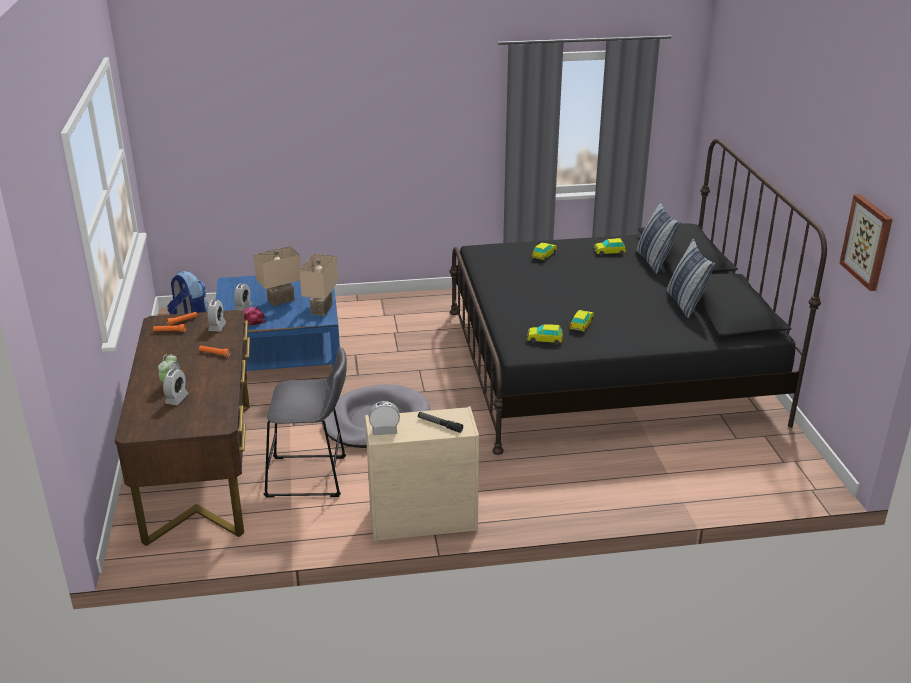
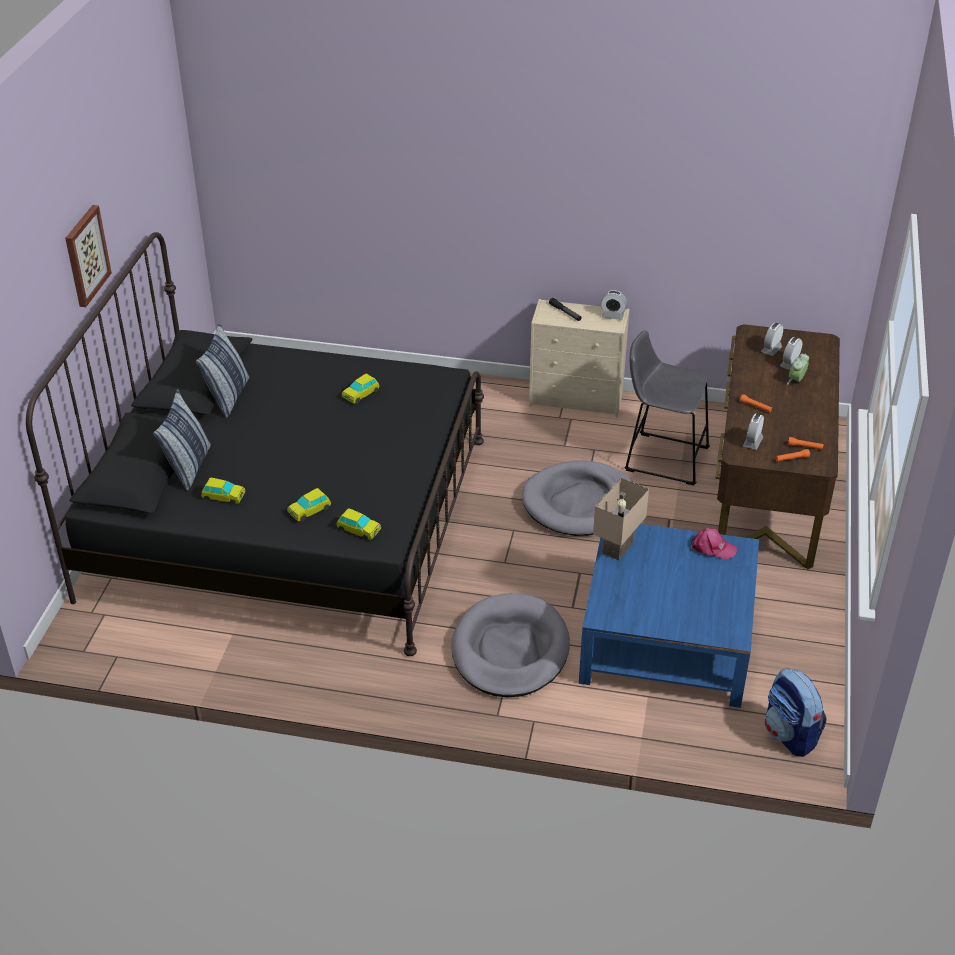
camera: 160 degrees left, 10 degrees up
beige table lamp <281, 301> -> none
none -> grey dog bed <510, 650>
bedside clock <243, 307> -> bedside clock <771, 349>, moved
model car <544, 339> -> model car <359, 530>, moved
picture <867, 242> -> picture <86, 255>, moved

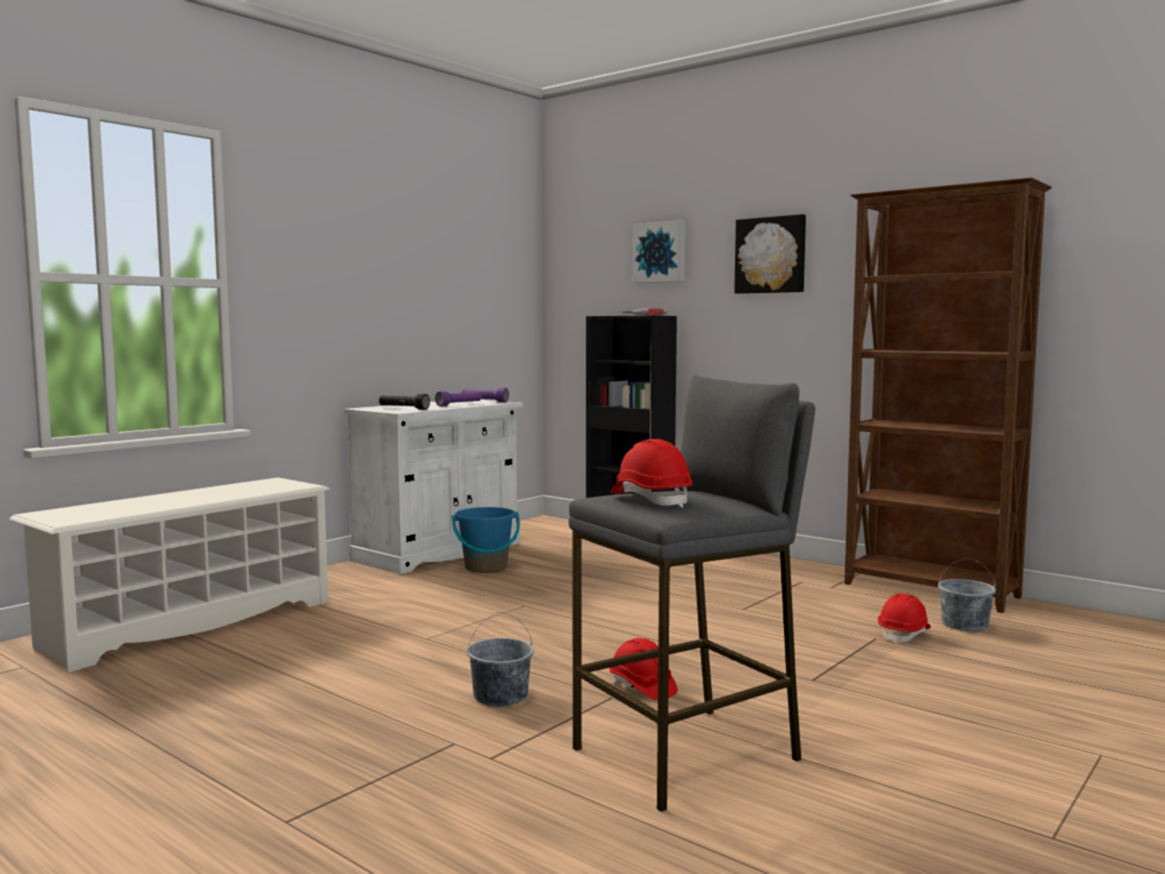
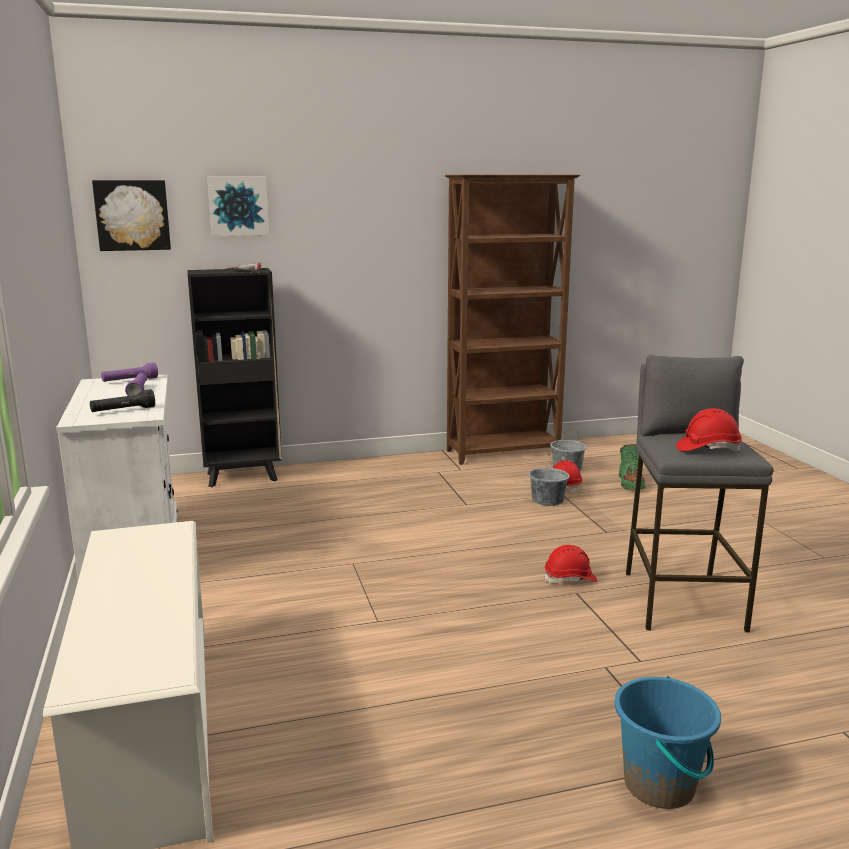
camera: 55 degrees left, 10 degrees up
none -> greenish high-top boot <630, 483>
blue pail <486, 568> -> blue pail <660, 785>, moved
grey pail <500, 696> -> grey pail <547, 500>, moved
picture <771, 255> -> picture <132, 215>, moved

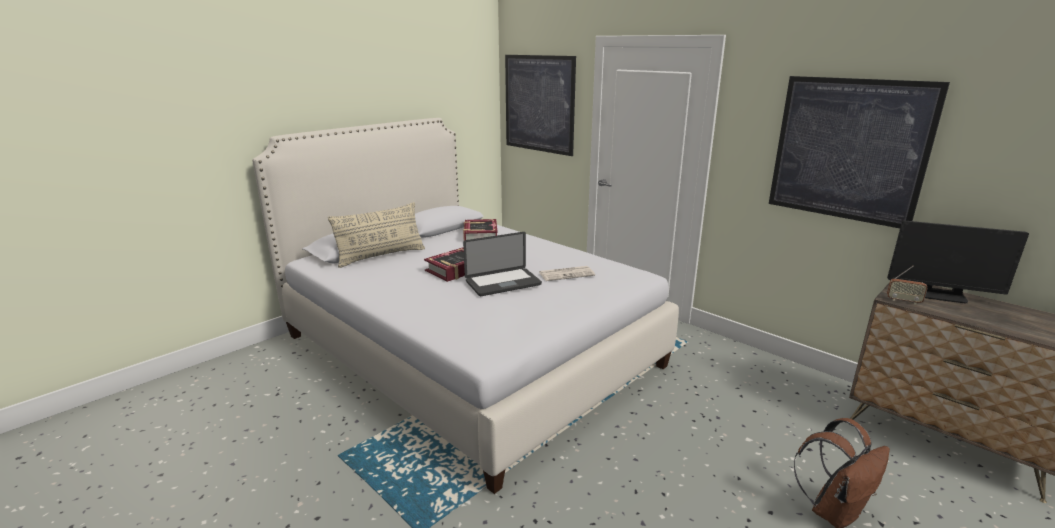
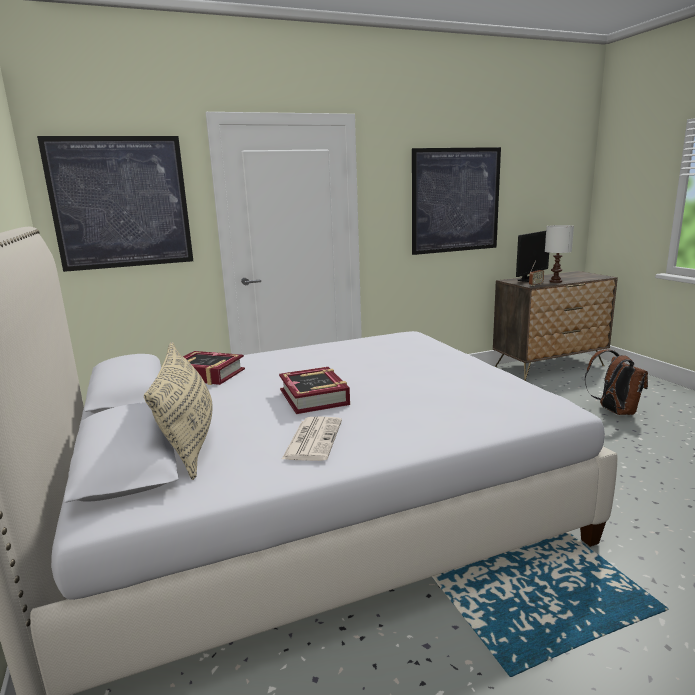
camera: 65 degrees left, 5 degrees down
portable computer <503, 283> -> none
none -> whitish table lamp <556, 281>
daily paper <567, 274> -> daily paper <313, 439>, moved

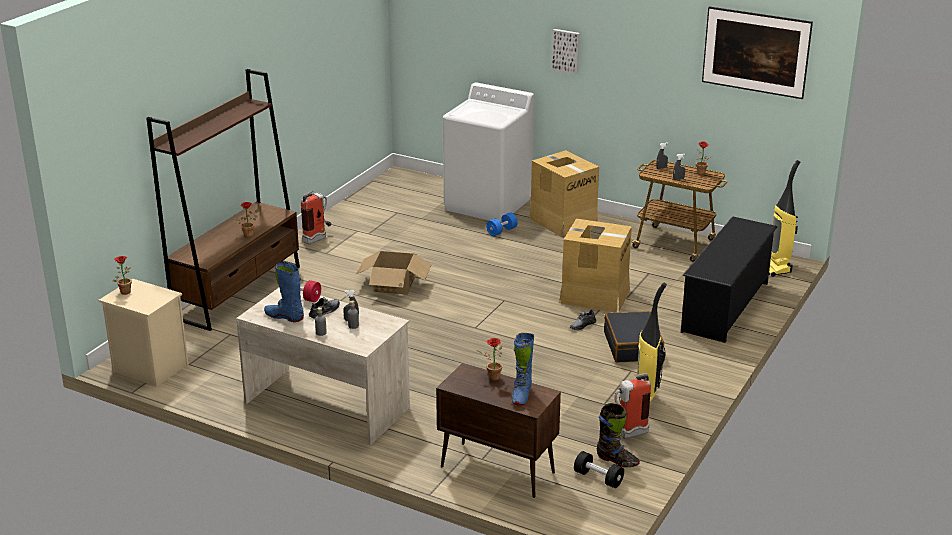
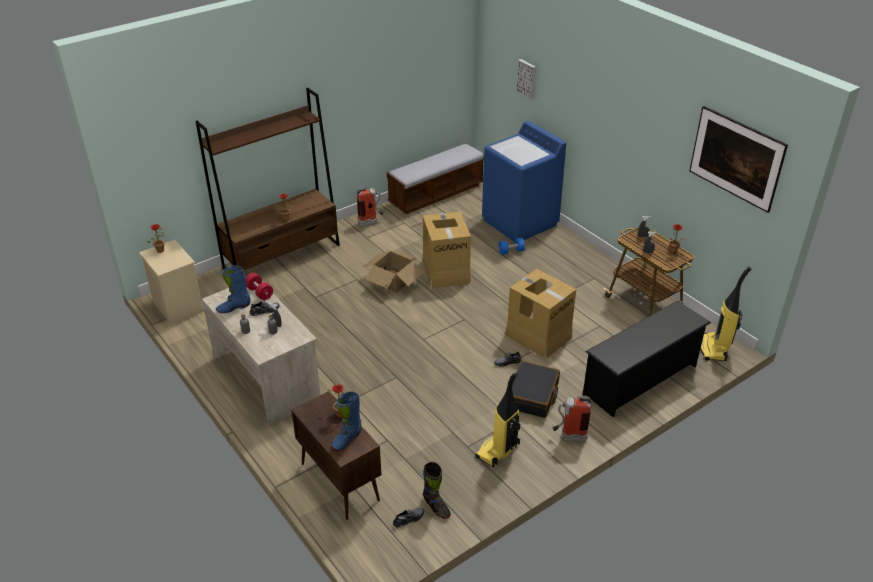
camera: 25 degrees right, 10 degrees up
none -> indoor bench <436, 194>
cardboard box <563, 221> -> cardboard box <446, 271>, moved
picture <566, 50> -> picture <527, 78>, moved
fire-fighting cylinder <627, 435> -> fire-fighting cylinder <569, 437>, moved
blackish free weight <598, 478> -> grey item of footwear <409, 519>
whitish laundry machine <488, 204> -> blue laundry machine <520, 222>
blue high-top boot <284, 316> -> blue high-top boot <233, 307>, 75 degrees counterclockwise

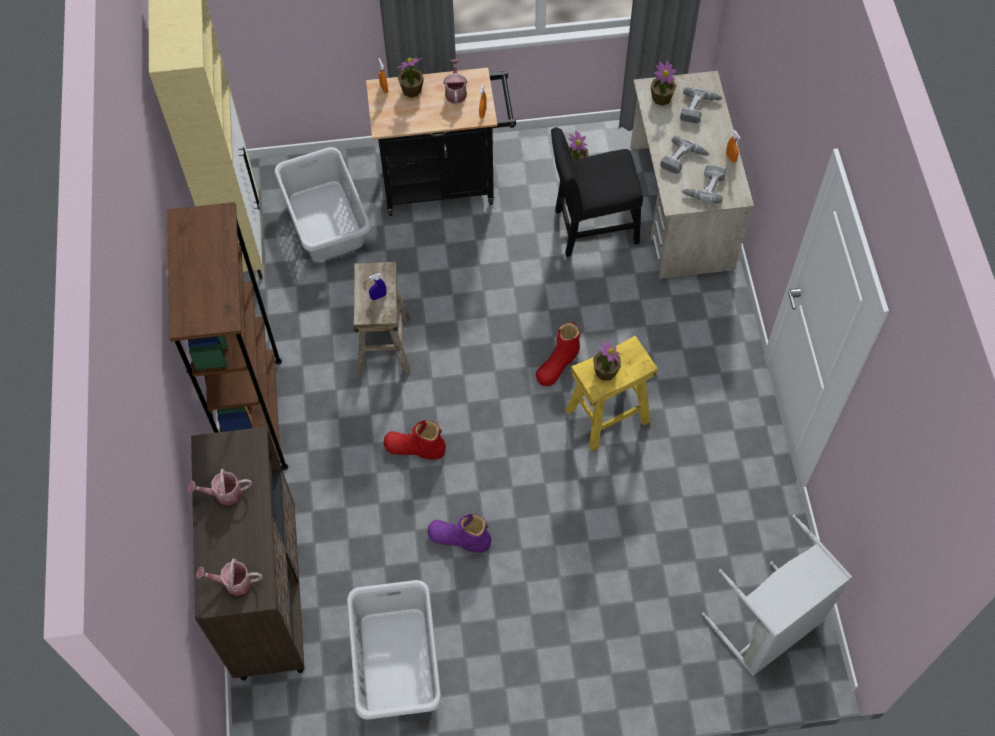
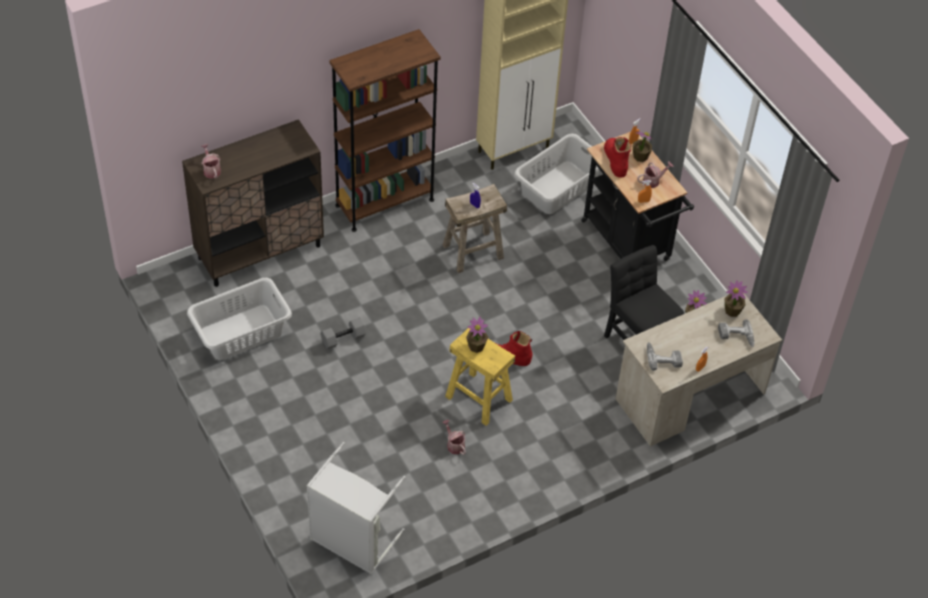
camera: 65 degrees right, 10 degrees down
power drill <683, 160> -> none
watering pot <224, 494> -> watering pot <454, 444>, moved
reddish high-top boot <414, 448> -> reddish high-top boot <615, 160>, moved
purple-coloured high-top boot <459, 538> -> grey free weight <343, 339>

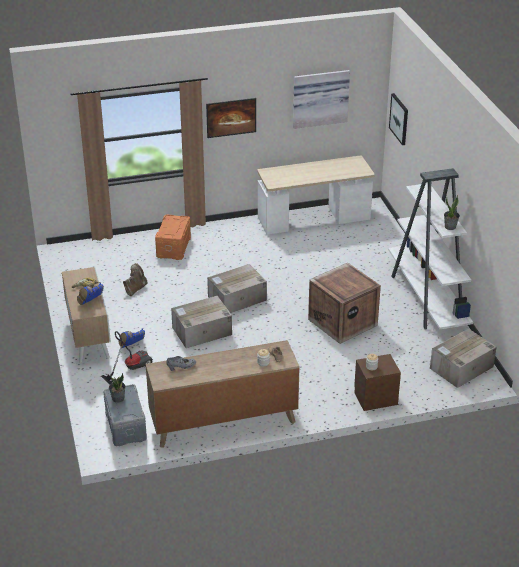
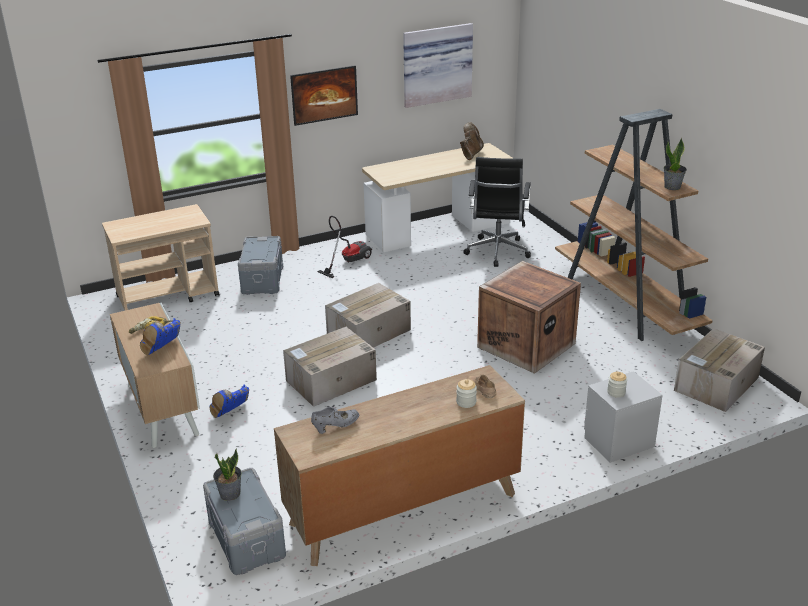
camera: 10 degrees left, 5 degrees down
picture <399, 119> -> none
none -> beige cart <168, 296>
none -> blackish office chair <497, 253>
vacuum cleaner <130, 367> -> vacuum cleaner <347, 261>, moved
brown-coloured high-top boot <135, 289> -> brown-coloured high-top boot <470, 154>, moved
orange storage bin <174, 247> -> grey storage bin <263, 279>
brown-coloured night table <375, 398> -> grey night table <618, 442>
whitish bookcase <427, 300> -> brown-coloured bookcase <626, 305>

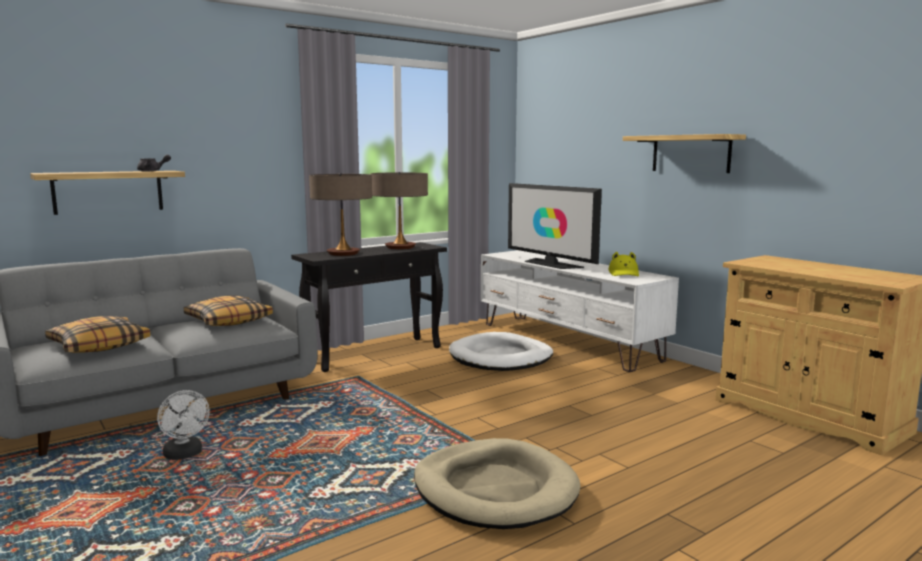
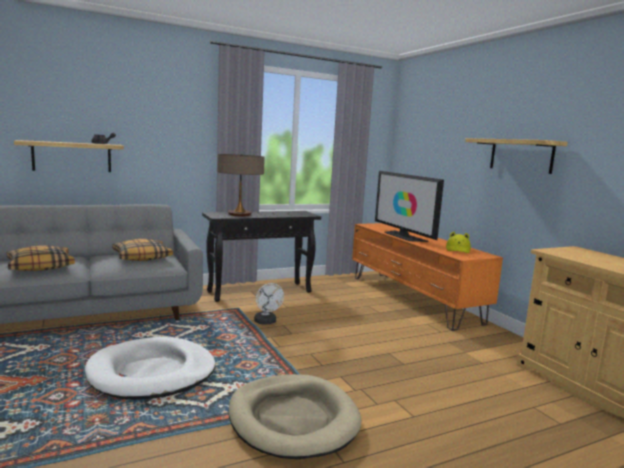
camera: 10 degrees right, 0 degrees up
table lamp <400, 247> -> none
whitish electric fan <185, 455> -> whitish electric fan <266, 322>, moved
whitish dog bed <501, 357> -> whitish dog bed <152, 373>, moved
whitish tv unit <567, 341> -> orange tv unit <412, 298>

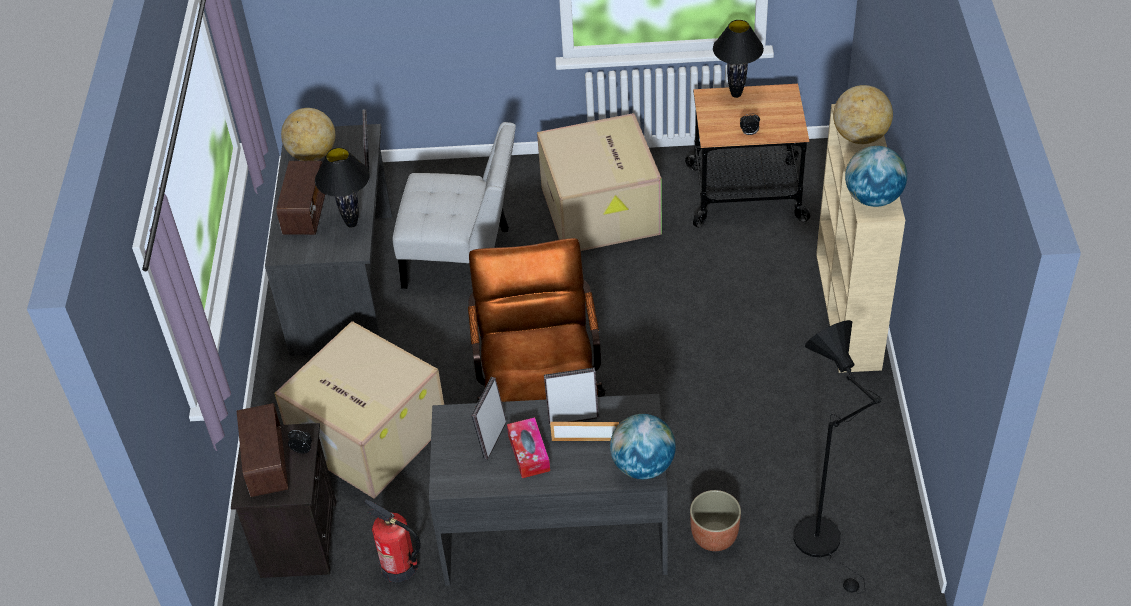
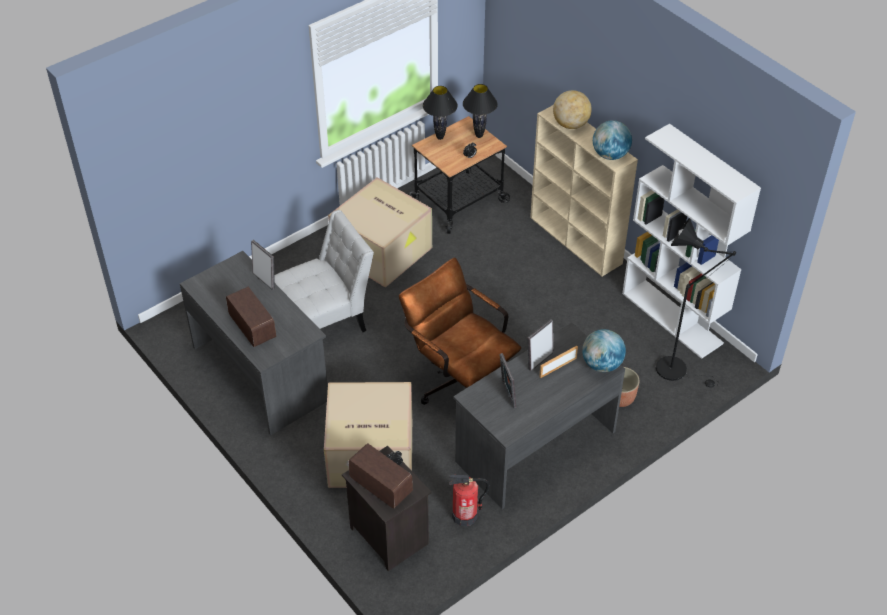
camera: 40 degrees left, 0 degrees up
desk globe <313, 154> -> none
tissue box <529, 453> -> none
none -> whitish bookcase <672, 318>
blackish table lamp <352, 223> -> blackish table lamp <479, 135>, moved

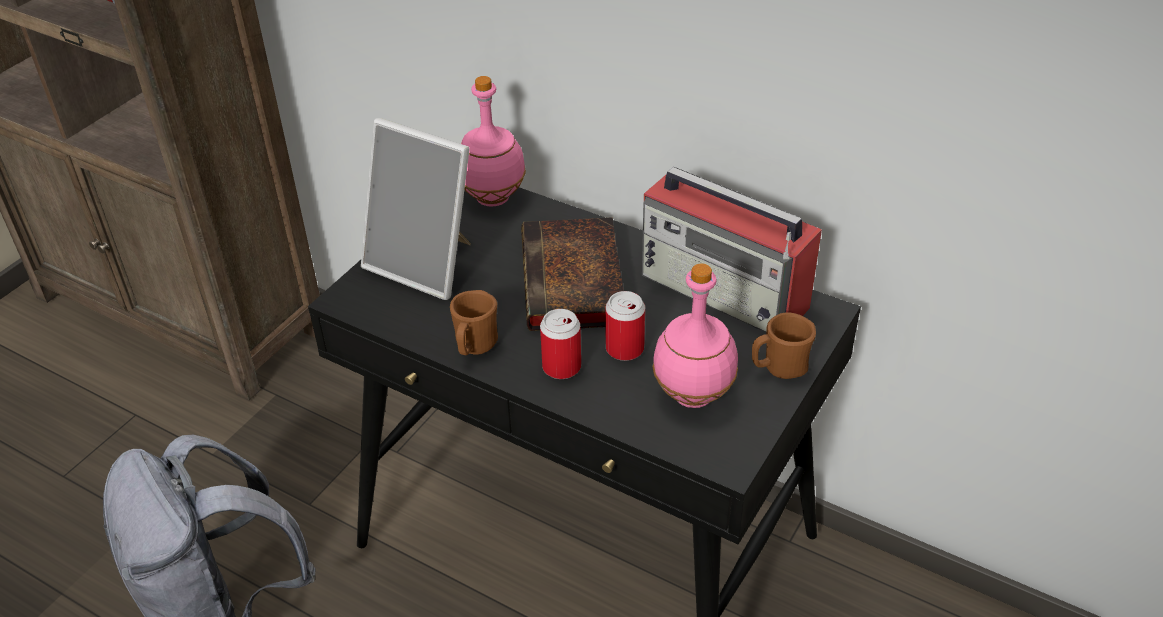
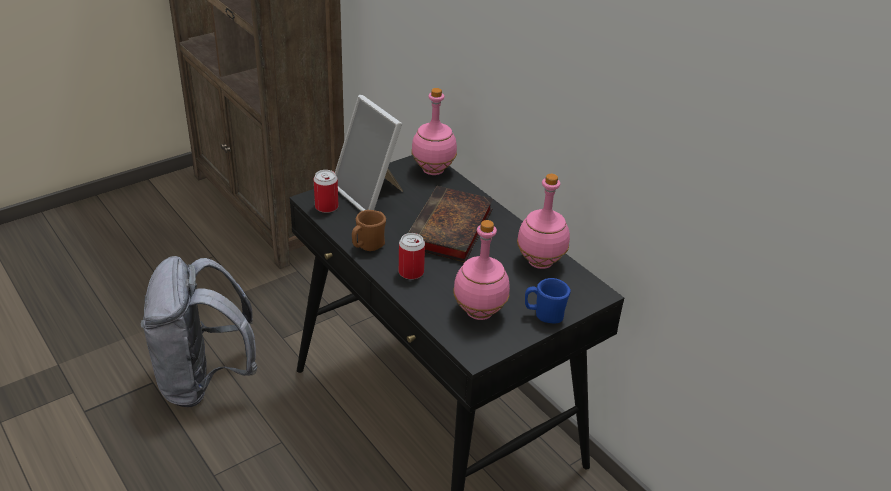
camera: 20 degrees right, 5 degrees down
can <624, 349> -> can <326, 207>, moved
radio <725, 291> -> pink bottle <541, 262>
brown-coloured tea mug <779, 368> -> blue tea mug <544, 315>

